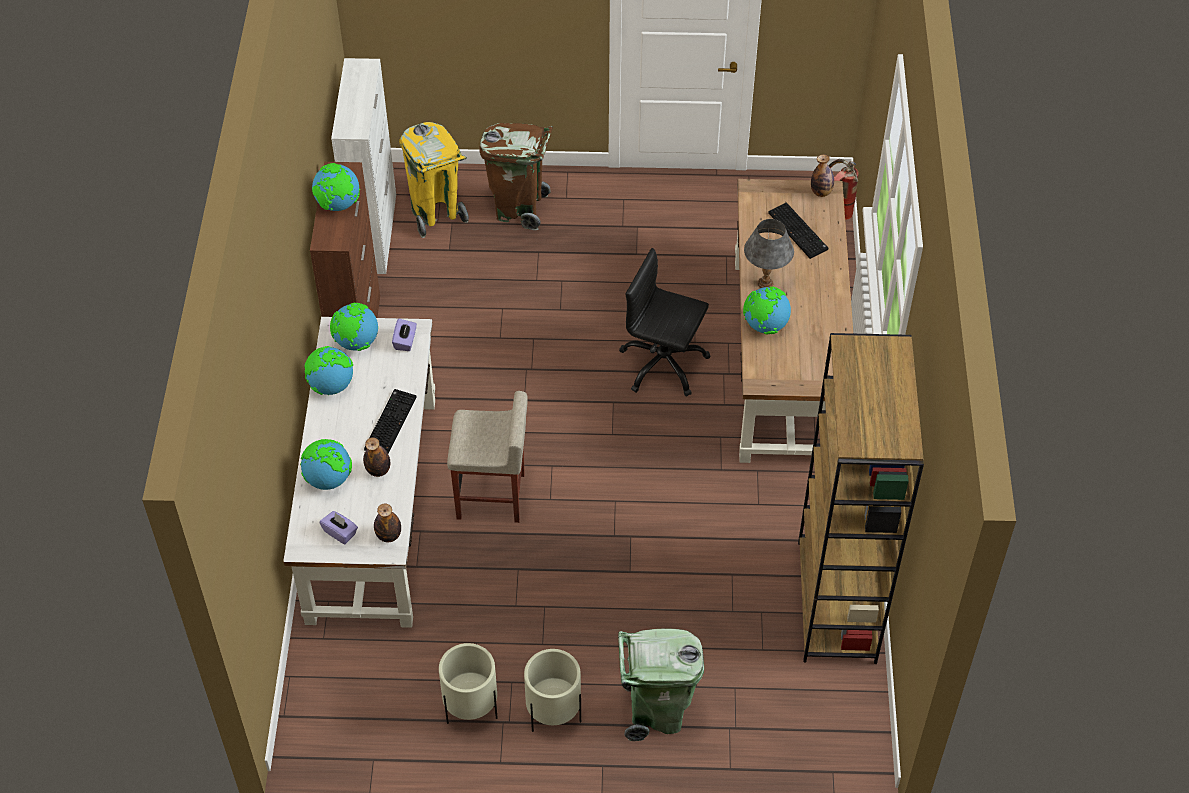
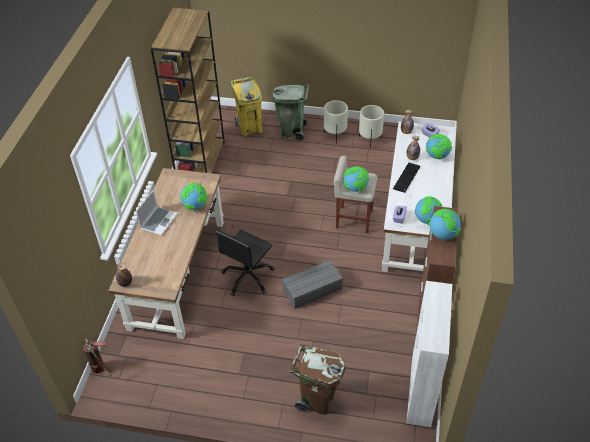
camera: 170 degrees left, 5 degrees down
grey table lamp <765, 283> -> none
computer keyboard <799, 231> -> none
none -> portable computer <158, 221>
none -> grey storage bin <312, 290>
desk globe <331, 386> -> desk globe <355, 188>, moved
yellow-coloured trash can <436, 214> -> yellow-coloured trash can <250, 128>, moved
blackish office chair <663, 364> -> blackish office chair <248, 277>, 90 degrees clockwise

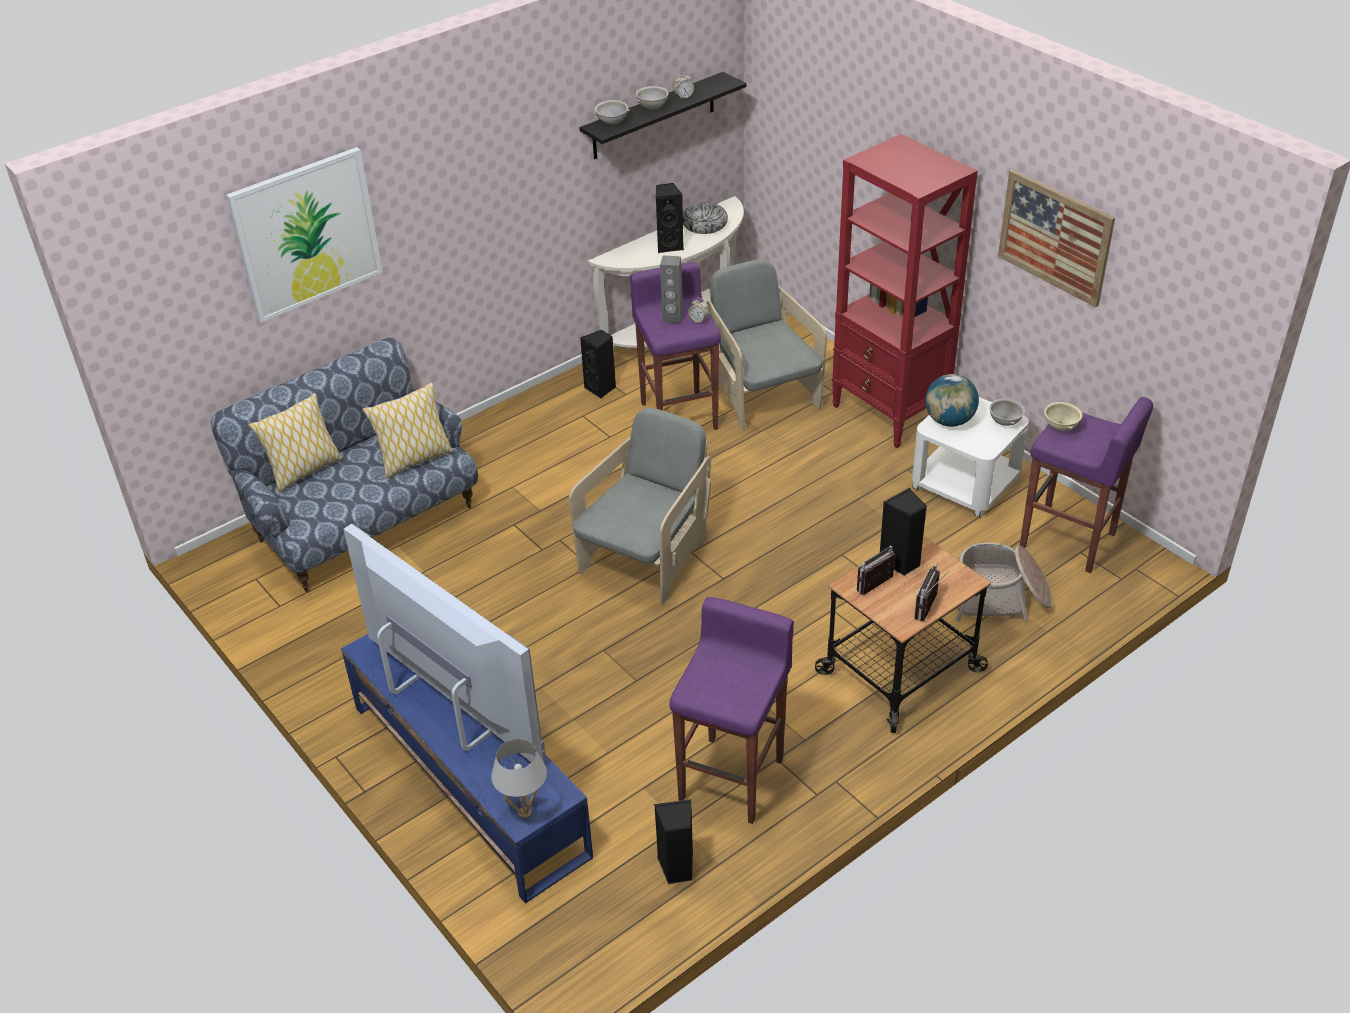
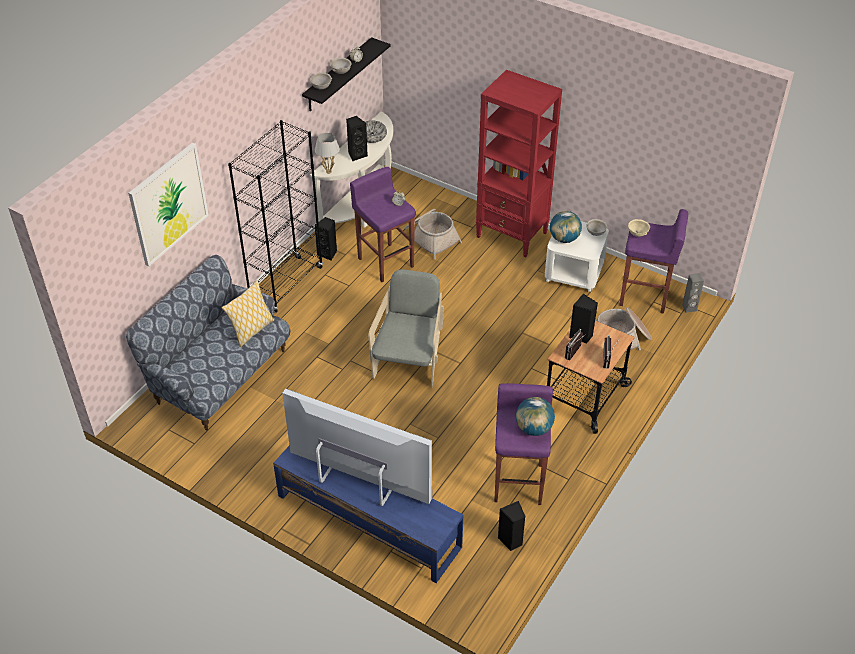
camera: 20 degrees left, 5 degrees up
pillow <304, 471> -> none
picture <1055, 237> -> none
none -> blackish bookcase <286, 284>
none -> desk globe <534, 428>
whitish table lamp <524, 813> -> whitish table lamp <328, 171>, moved
grey loudspeaker <672, 318> -> grey loudspeaker <689, 308>, moved
grey easy chair <762, 395> -> basket <431, 238>

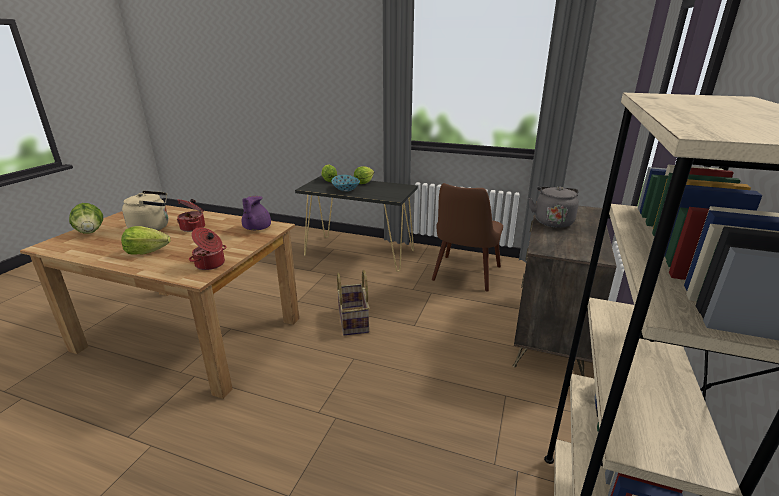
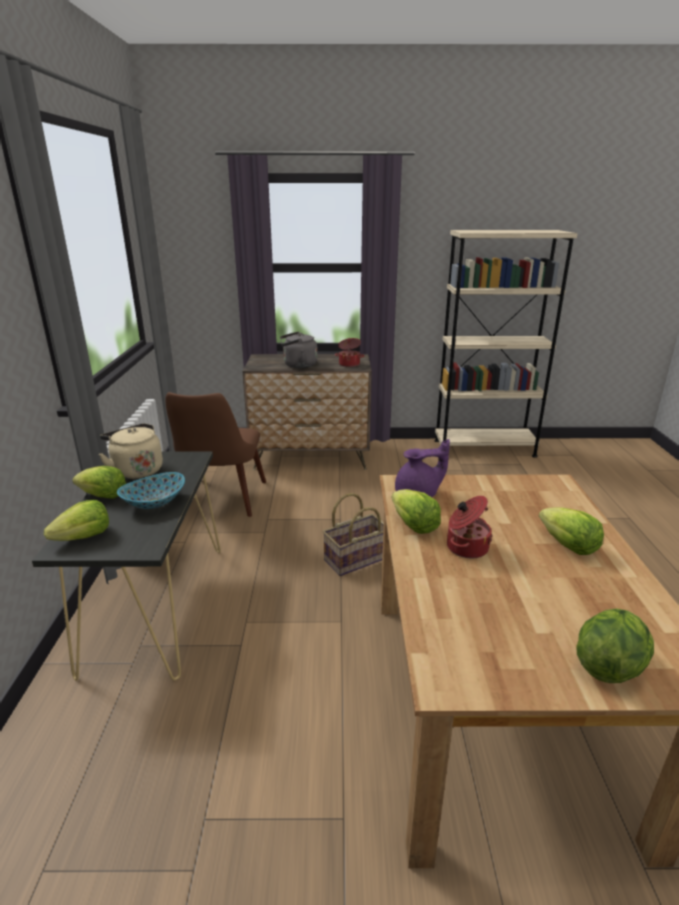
camera: 110 degrees left, 0 degrees up
none -> lettuce <413, 525>
beige tea kettle <153, 227> -> beige tea kettle <136, 470>, moved
stockpot <210, 264> -> stockpot <349, 364>, moved
brown-coloured chair <464, 277> -> brown-coloured chair <221, 503>, 90 degrees clockwise

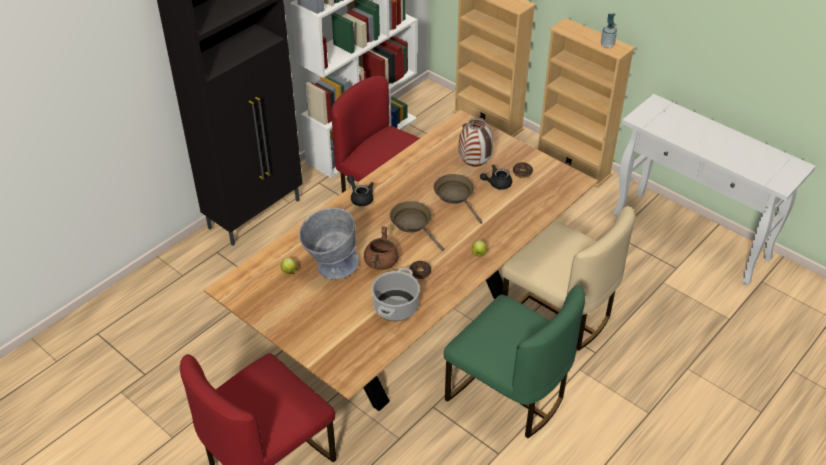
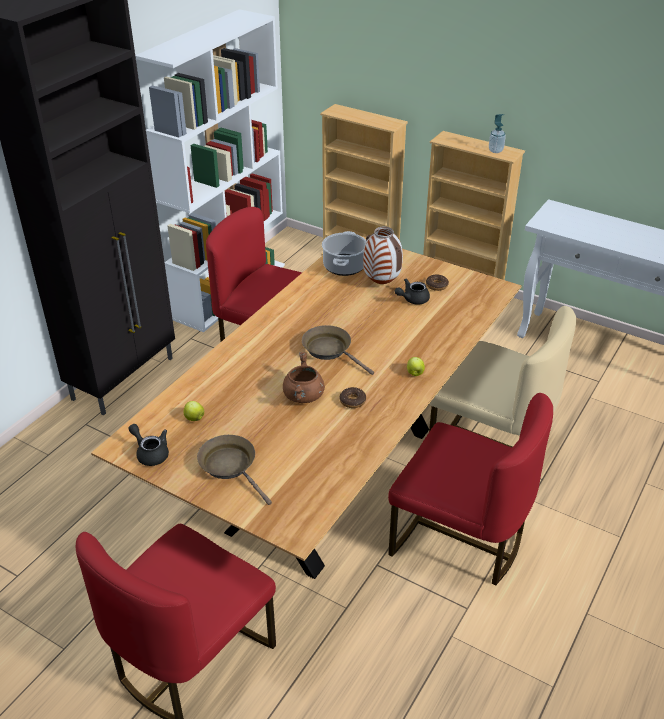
camera: 10 degrees left, 5 degrees down
grey deep dish <330, 267> -> none
blackish tea pot <360, 197> -> blackish tea pot <150, 453>, moved
stockpot <396, 307> -> stockpot <344, 267>, moved
brown-coloured skillet <456, 196> -> brown-coloured skillet <231, 466>, moved
greenish chair <508, 395> -> reddish chair <459, 539>

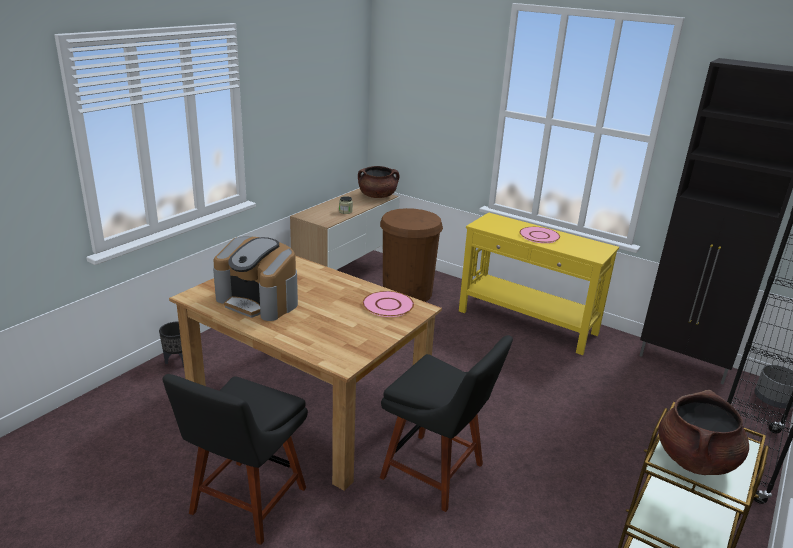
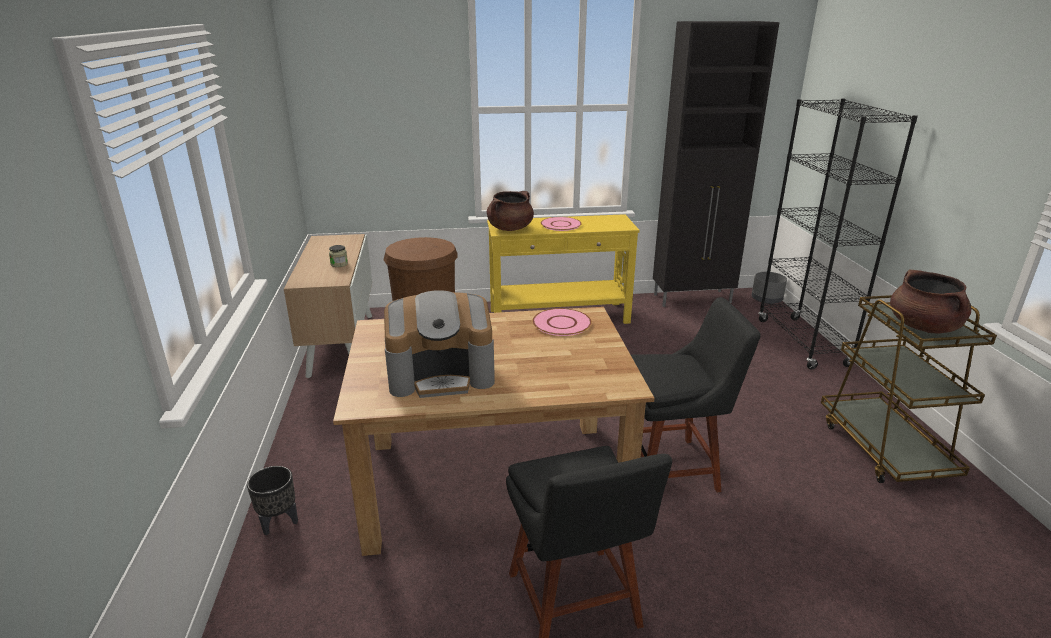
camera: 40 degrees left, 0 degrees up
brown-coloured stockpot <377, 196> -> brown-coloured stockpot <510, 228>, moved

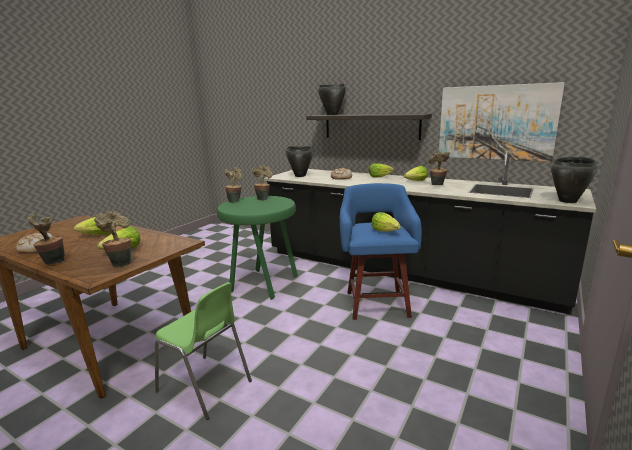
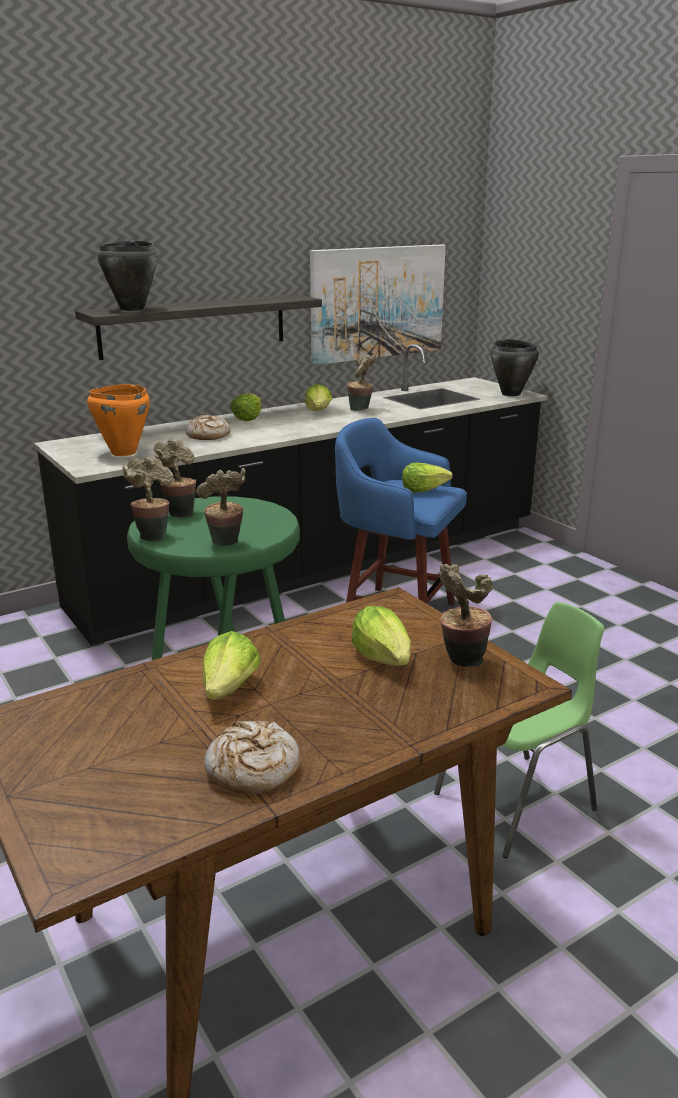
camera: 65 degrees left, 5 degrees up
potted plant <52, 263> -> potted plant <226, 544>, moved
blackish stockpot <300, 175> -> orange stockpot <123, 453>

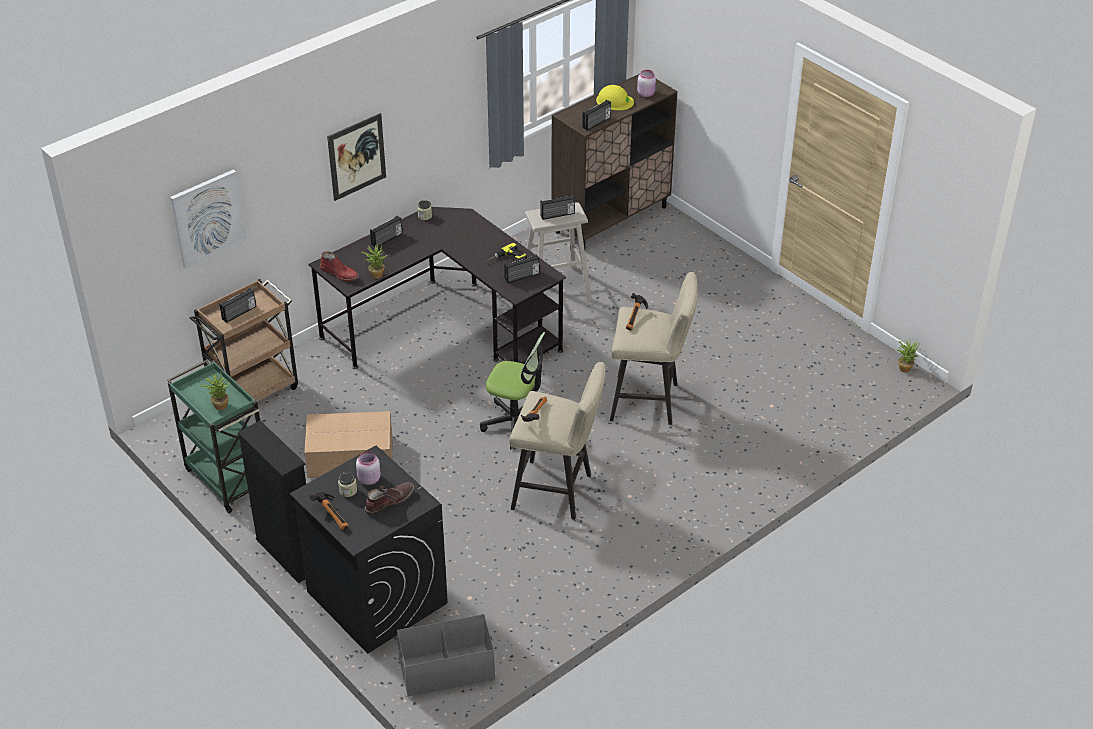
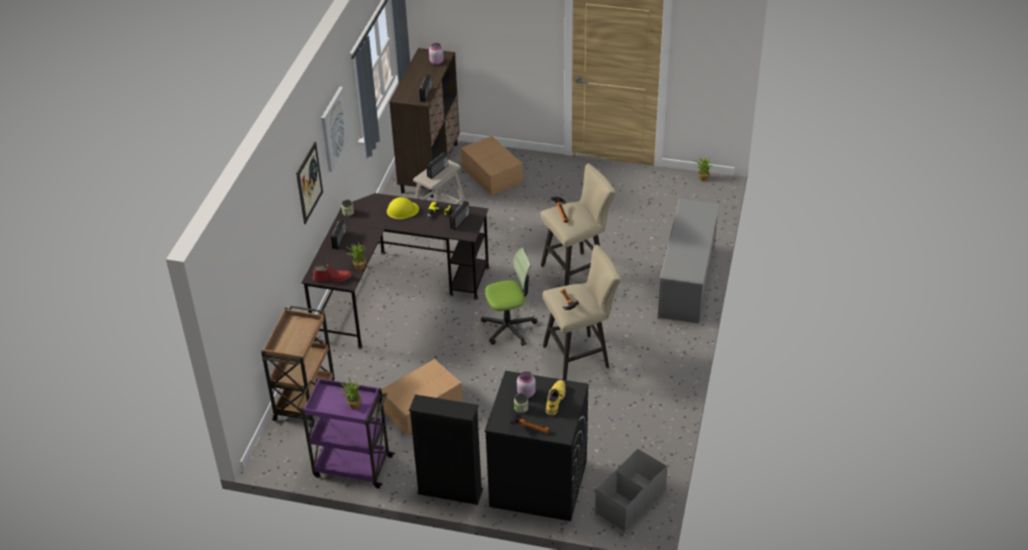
camera: 35 degrees left, 0 degrees up
radio <239, 313> -> none
none -> cardboard box <492, 175>
none -> grey shoe rack <687, 282>
picture <207, 218> -> picture <333, 129>, moved
yellow-coloured hard hat <614, 101> -> yellow-coloured hard hat <402, 210>, moved
greenish cart <227, 478> -> purple-coloured cart <351, 466>
brown-coloured high-top boot <389, 501> -> yellow-coloured high-top boot <555, 400>

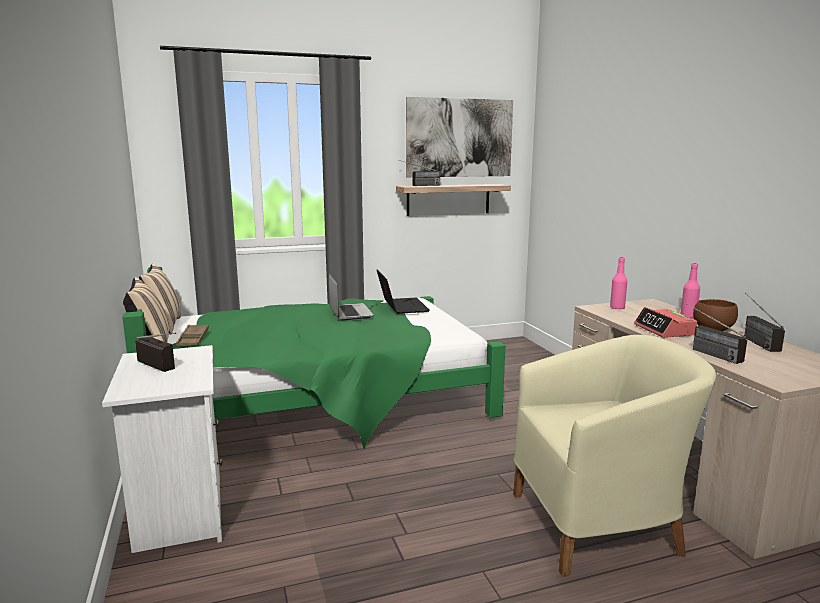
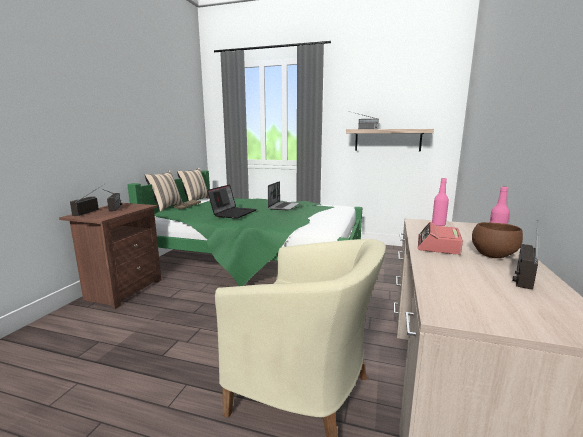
camera: 35 degrees right, 0 degrees up
picture <459, 138> -> none
portable computer <401, 306> -> portable computer <233, 213>, moved
radio <704, 351> -> radio <90, 211>, moved
whitish night table <179, 513> -> brown-coloured night table <123, 290>

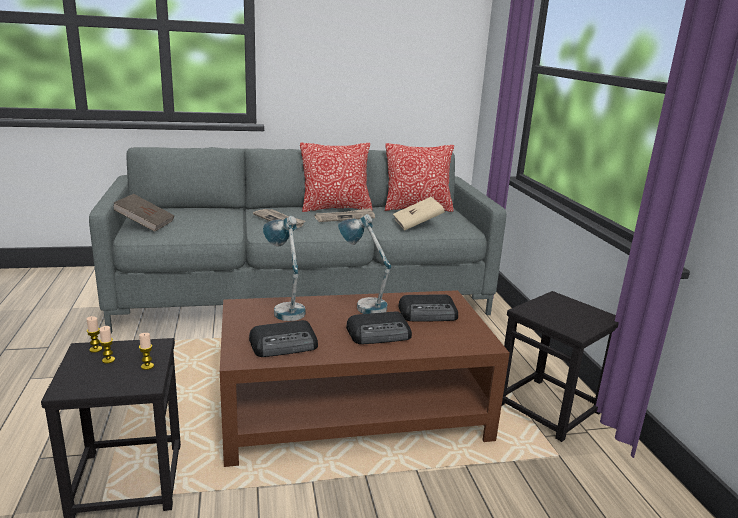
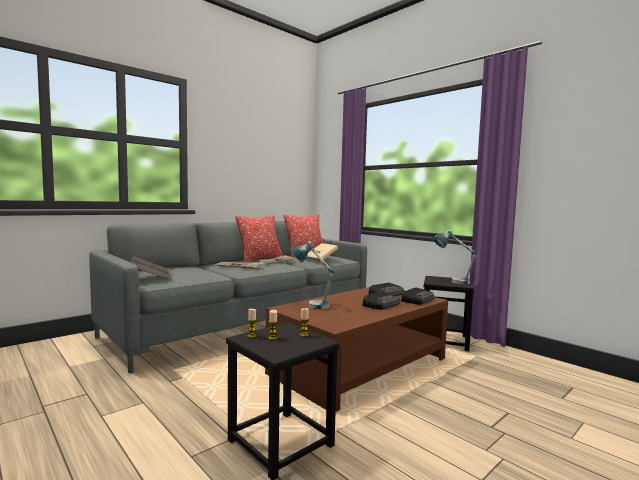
camera: 30 degrees left, 15 degrees down
radio <285, 345> -> radio <417, 300>, moved
table lamp <362, 304> -> table lamp <452, 281>, moved

